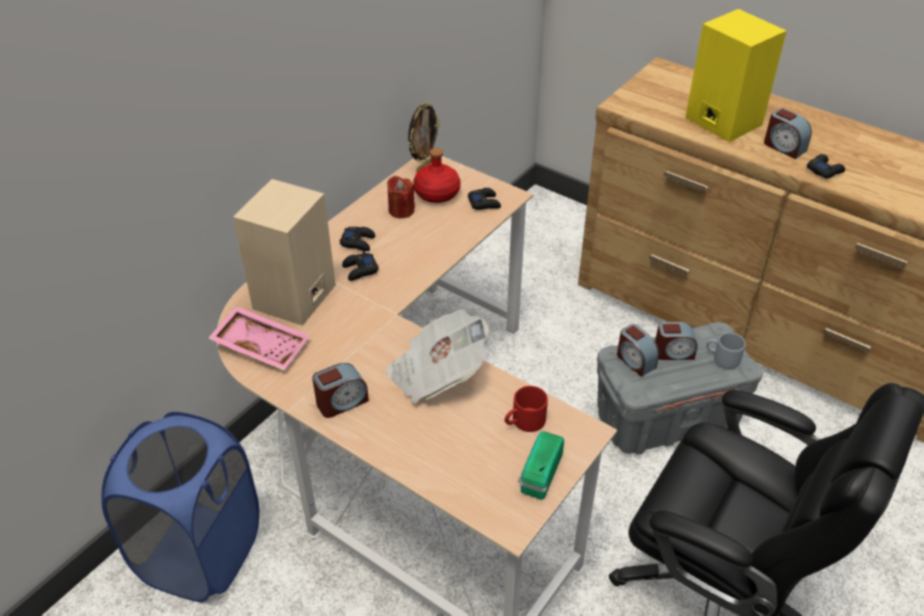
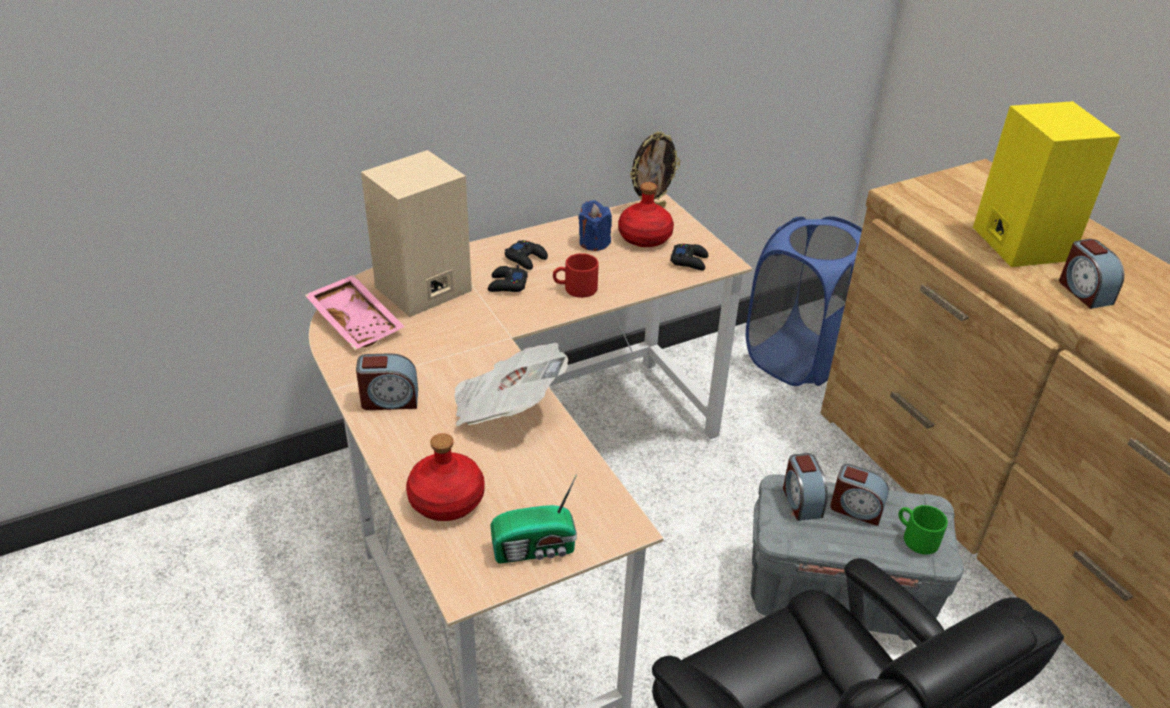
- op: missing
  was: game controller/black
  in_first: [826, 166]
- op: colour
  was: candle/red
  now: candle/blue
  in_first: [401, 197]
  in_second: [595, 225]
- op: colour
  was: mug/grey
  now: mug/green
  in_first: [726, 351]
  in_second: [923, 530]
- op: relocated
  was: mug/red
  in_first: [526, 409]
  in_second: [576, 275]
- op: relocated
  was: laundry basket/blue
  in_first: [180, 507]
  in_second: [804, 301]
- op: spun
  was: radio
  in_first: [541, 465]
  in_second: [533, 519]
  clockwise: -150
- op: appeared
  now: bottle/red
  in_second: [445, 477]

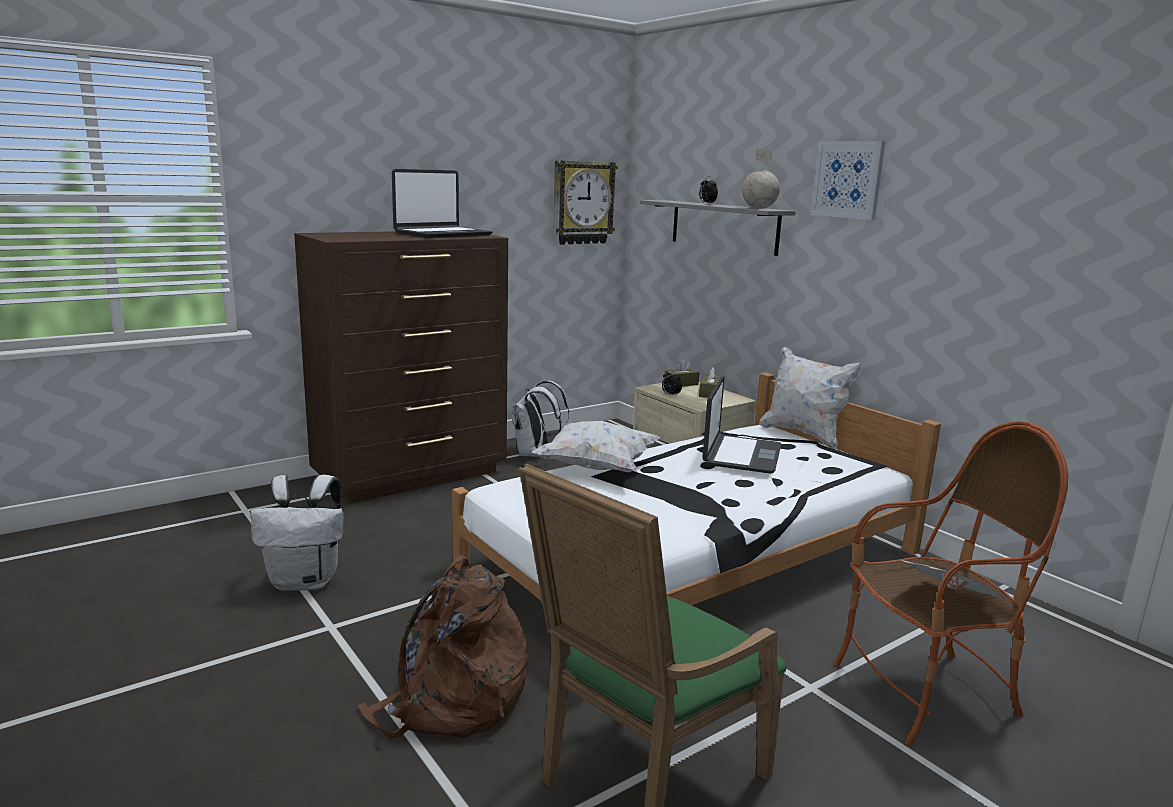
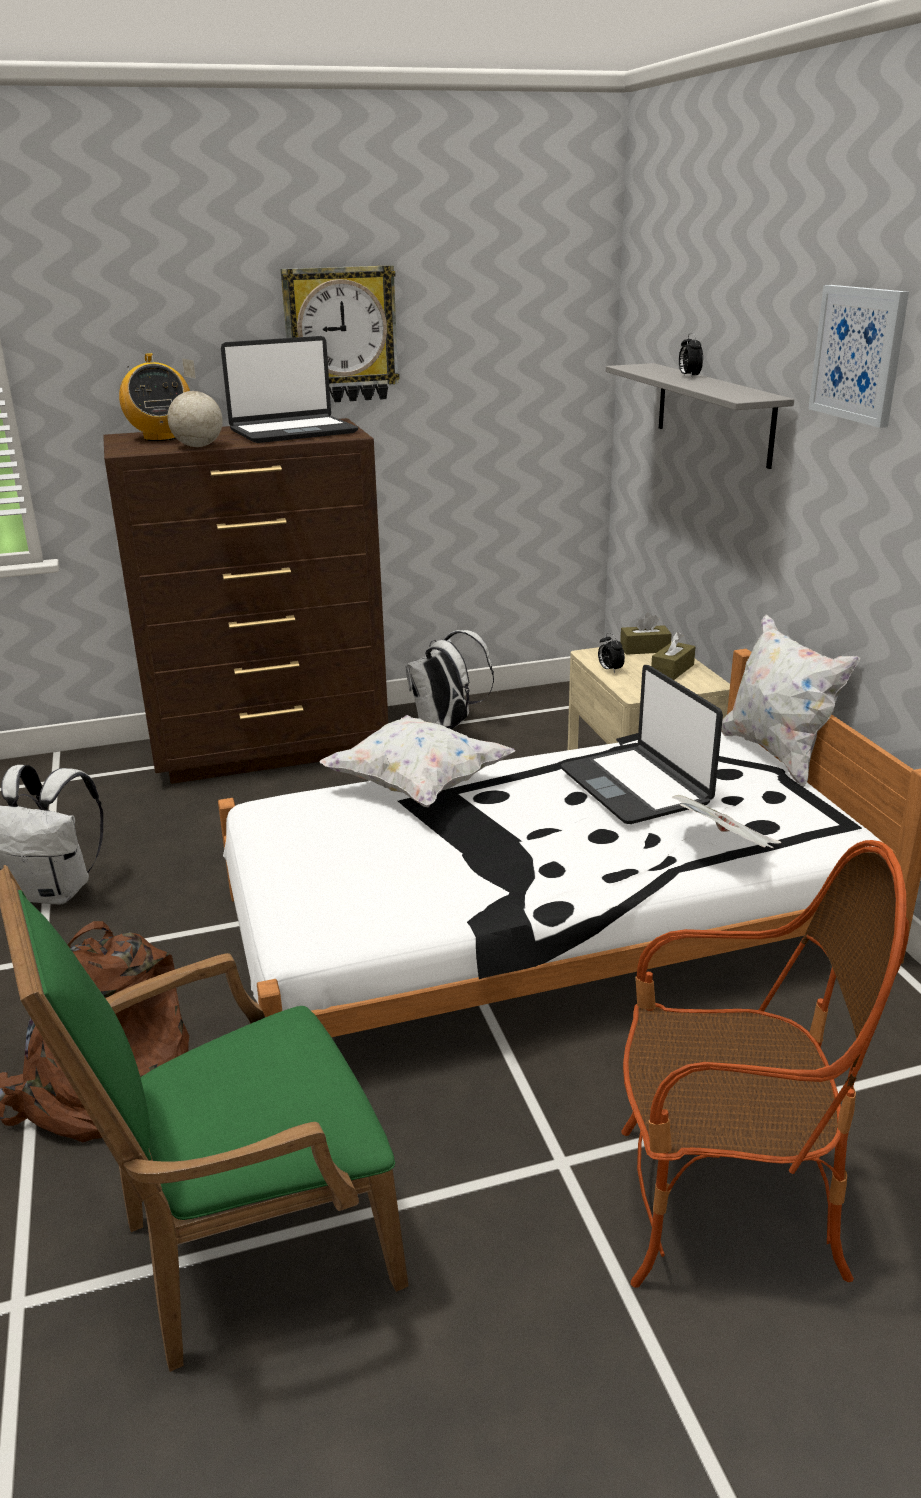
- op: relocated
  was: globe
  in_first: [761, 178]
  in_second: [195, 402]
- op: relocated
  was: wall clock
  in_first: [585, 202]
  in_second: [340, 333]
- op: spun
  was: laptop
  in_first: [741, 425]
  in_second: [642, 744]
  clockwise: 120
- op: relocated
  was: newspaper
  in_first: [953, 579]
  in_second: [726, 821]
- op: appeared
  now: radio
  in_second: [154, 397]

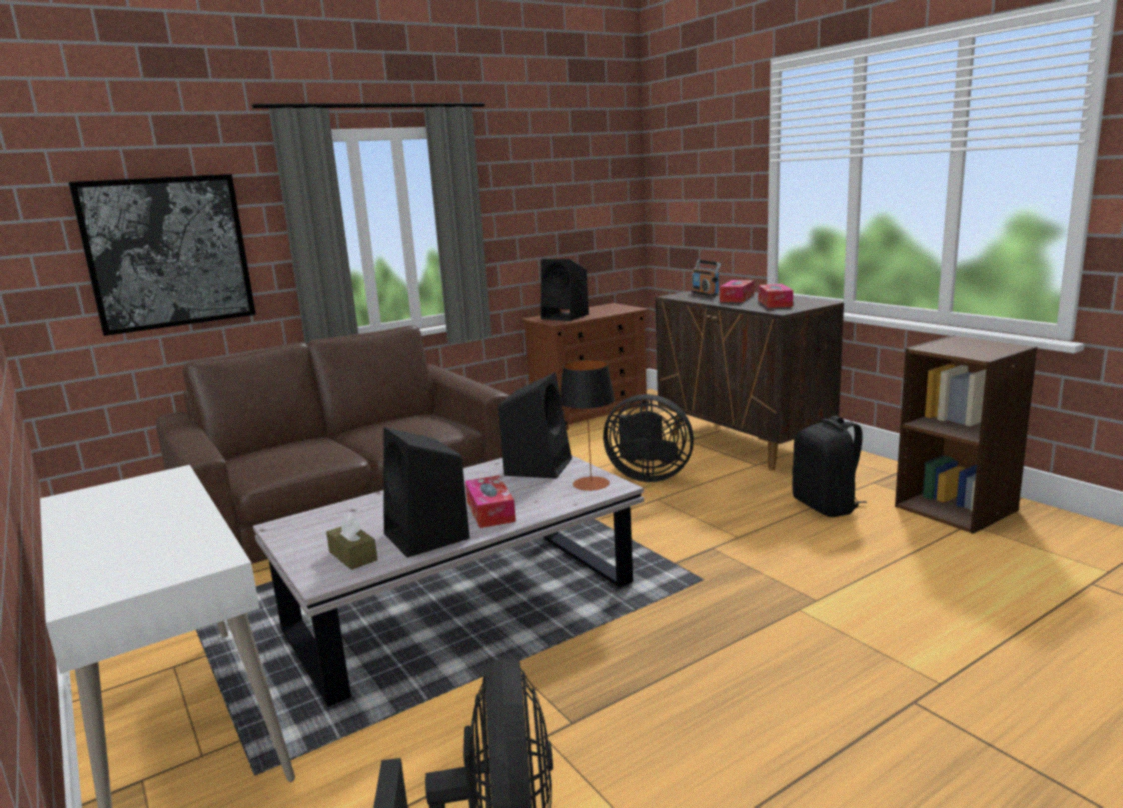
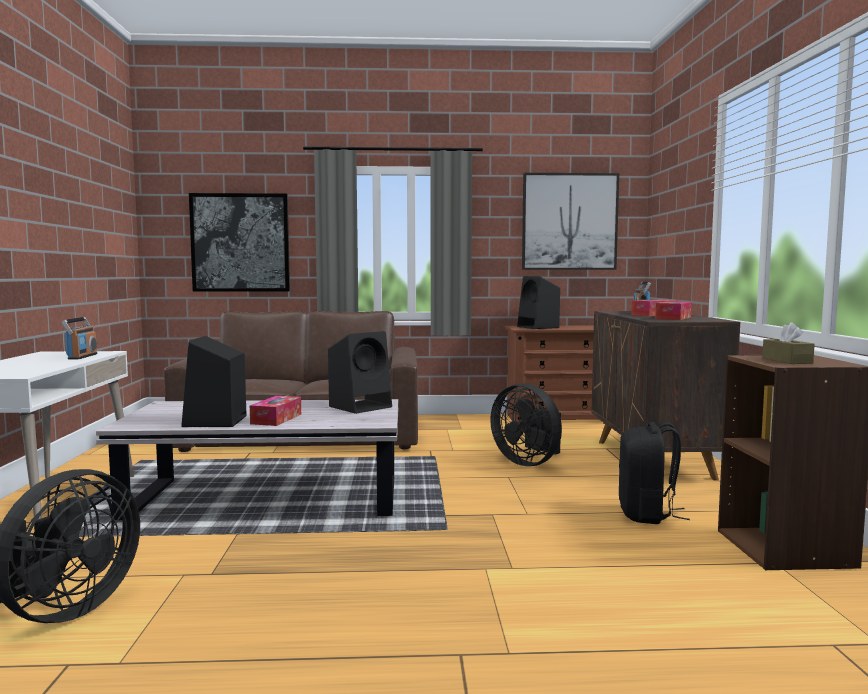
- op: missing
  was: table lamp
  in_first: [587, 425]
- op: relocated
  was: tissue box/brown
  in_first: [352, 541]
  in_second: [788, 343]
- op: appeared
  now: picture
  in_second: [570, 221]
- op: appeared
  now: radio
  in_second: [79, 338]

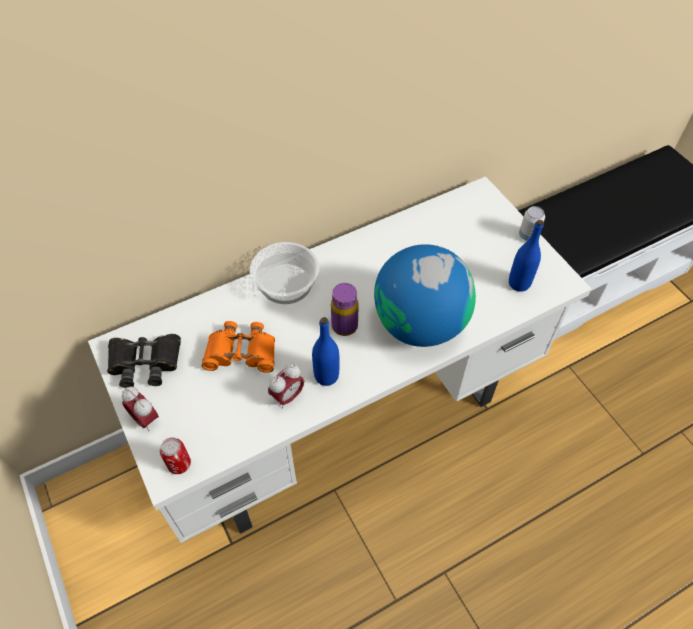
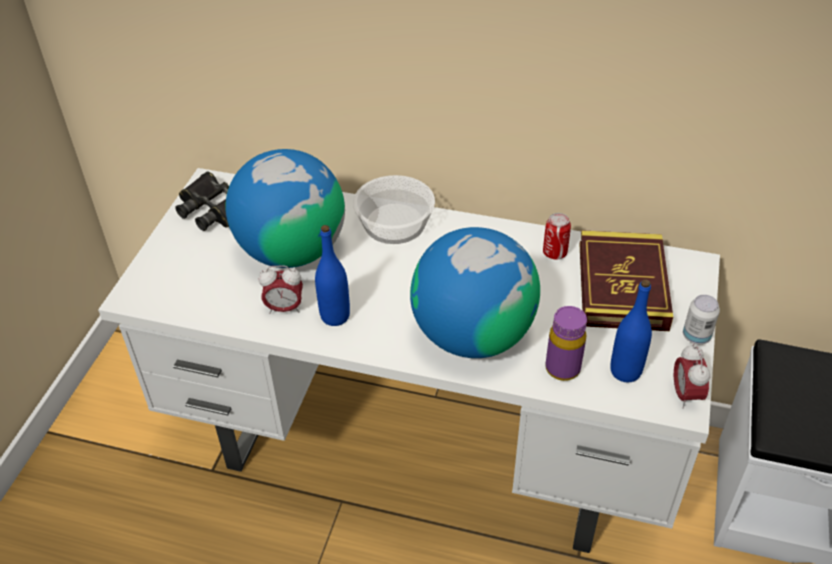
- op: relocated
  was: bottle/purple
  in_first: [345, 309]
  in_second: [566, 343]
- op: exchanged
  was: binoculars/orange
  now: globe
  in_first: [238, 347]
  in_second: [285, 208]
- op: relocated
  was: alarm clock
  in_first: [140, 409]
  in_second: [692, 376]
- op: relocated
  was: can
  in_first: [175, 455]
  in_second: [557, 236]
- op: appeared
  now: book
  in_second: [626, 280]

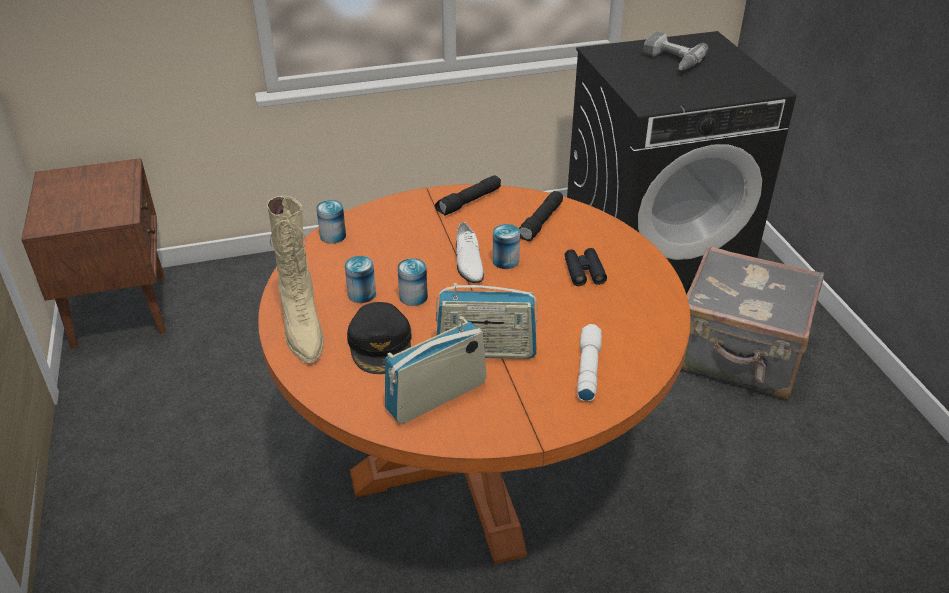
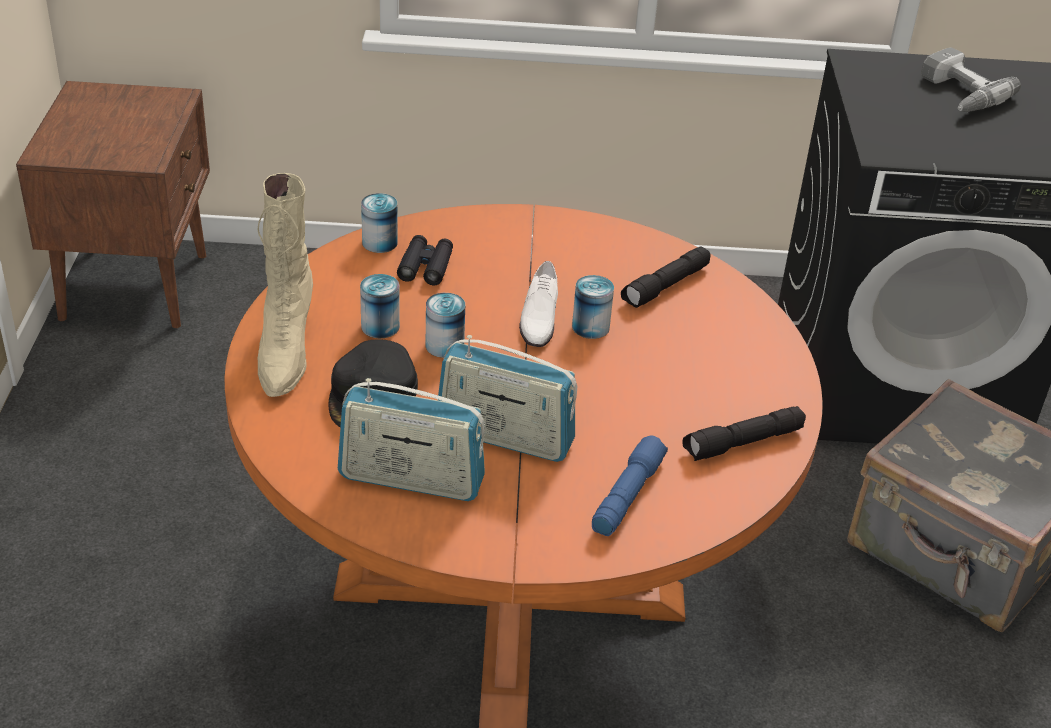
- op: relocated
  was: flashlight/black
  in_first: [468, 195]
  in_second: [744, 433]
- op: relocated
  was: binoculars/black
  in_first: [586, 267]
  in_second: [425, 260]
- op: spun
  was: radio
  in_first: [436, 370]
  in_second: [411, 439]
  clockwise: -150
- op: colour
  was: flashlight/white
  now: flashlight/blue
  in_first: [589, 362]
  in_second: [630, 485]

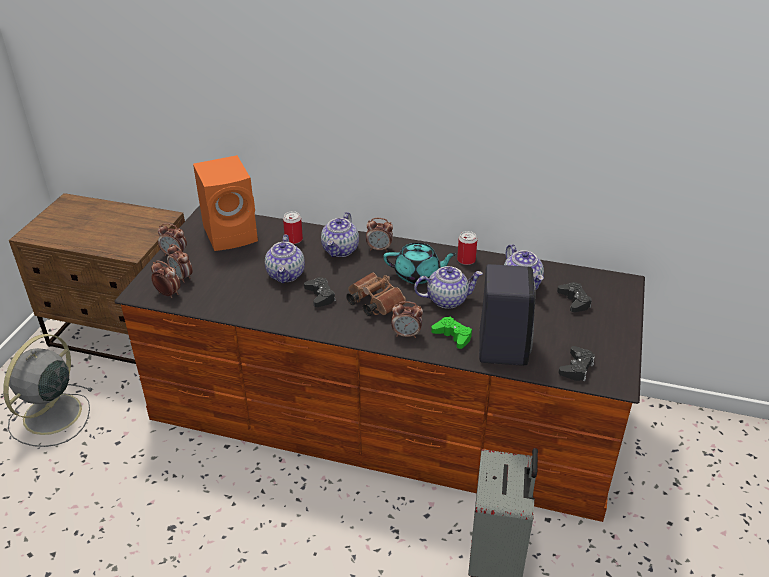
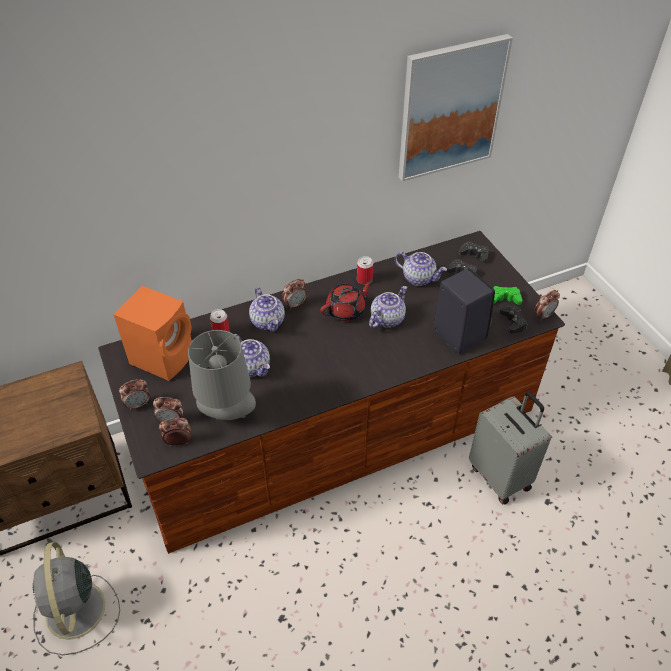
- op: colour
  was: teapot/turquoise
  now: teapot/red
  in_first: [420, 263]
  in_second: [346, 300]
- op: missing
  was: binoculars/brown
  in_first: [376, 294]
- op: relocated
  was: game controller/black
  in_first: [320, 292]
  in_second: [473, 252]
- op: relocated
  was: alarm clock
  in_first: [407, 319]
  in_second: [547, 305]
- op: relocated
  was: game controller/green
  in_first: [451, 333]
  in_second: [508, 295]
- op: appeared
  now: picture
  in_second: [456, 108]
- op: appeared
  now: table lamp/grey
  in_second: [222, 375]

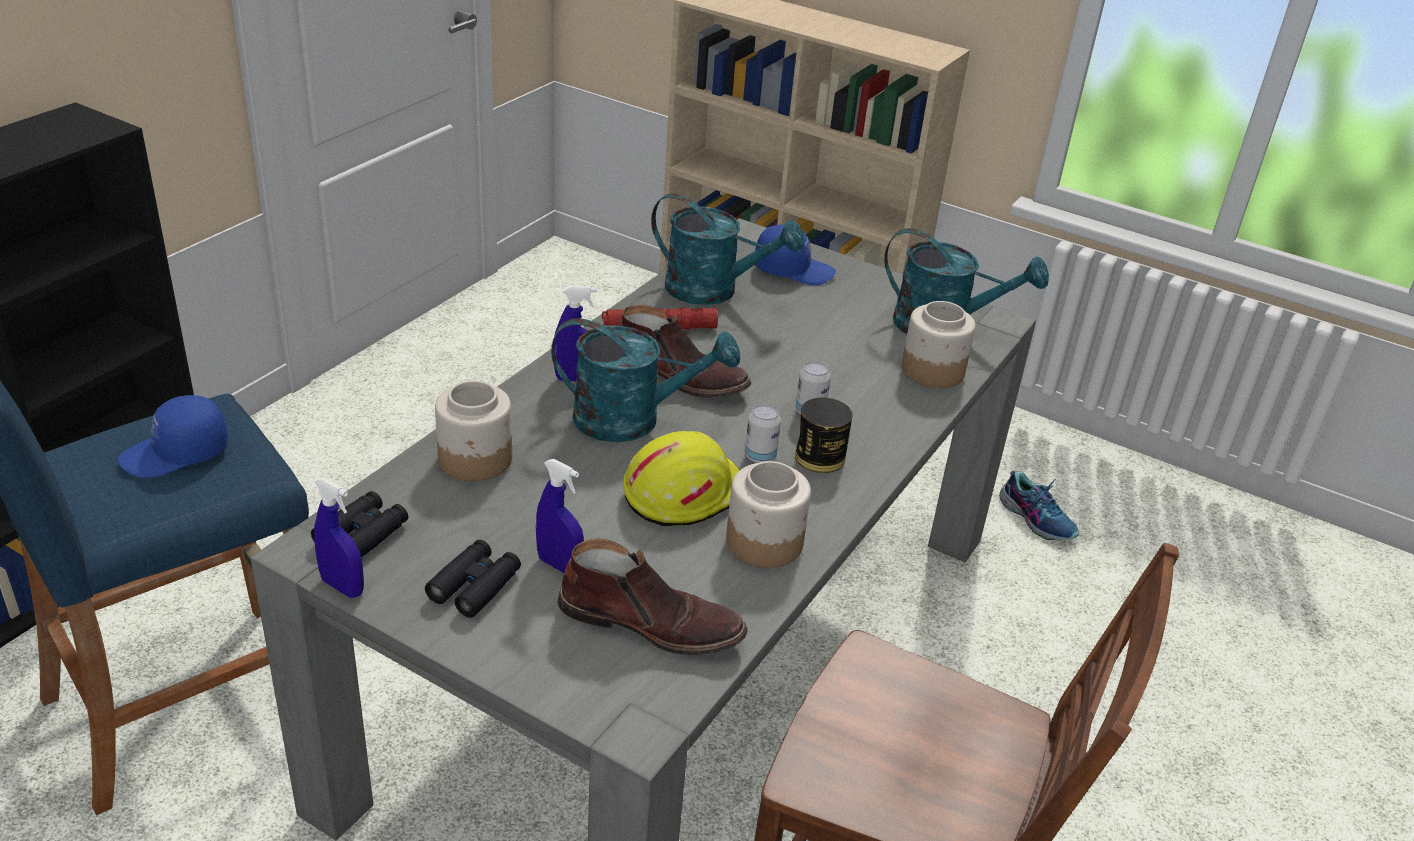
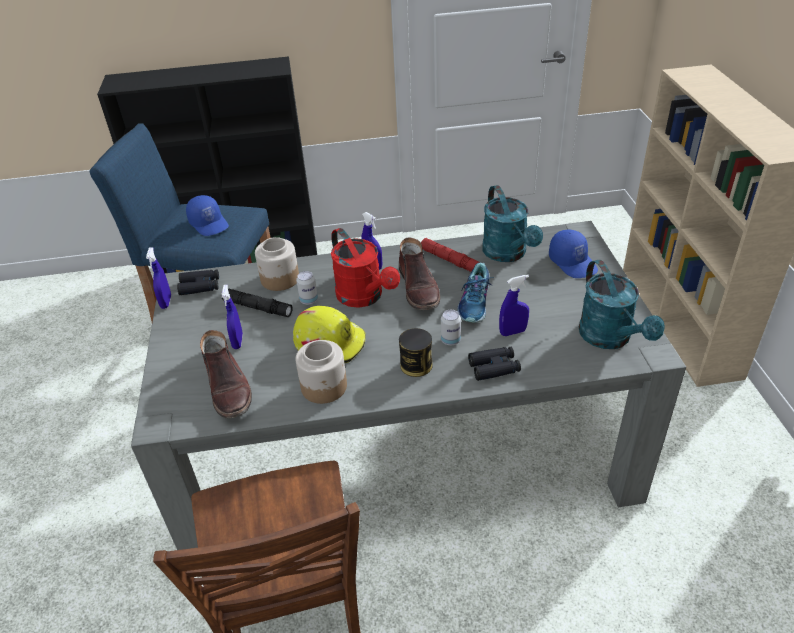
- op: missing
  was: jar
  in_first: [938, 344]
- op: colour
  was: watering can/turquoise
  now: watering can/red
  in_first: [645, 380]
  in_second: [365, 268]
- op: spun
  was: cap/blue
  in_first: [173, 436]
  in_second: [207, 215]
  clockwise: -150
- op: relocated
  was: can
  in_first: [763, 433]
  in_second: [307, 288]
- op: relocated
  was: shoe
  in_first: [1039, 506]
  in_second: [475, 293]
- op: relocated
  was: binoculars/black
  in_first: [473, 579]
  in_second: [494, 364]
- op: appeared
  now: spray bottle/blue
  in_second: [514, 305]
- op: appeared
  now: flashlight/black
  in_second: [257, 303]

